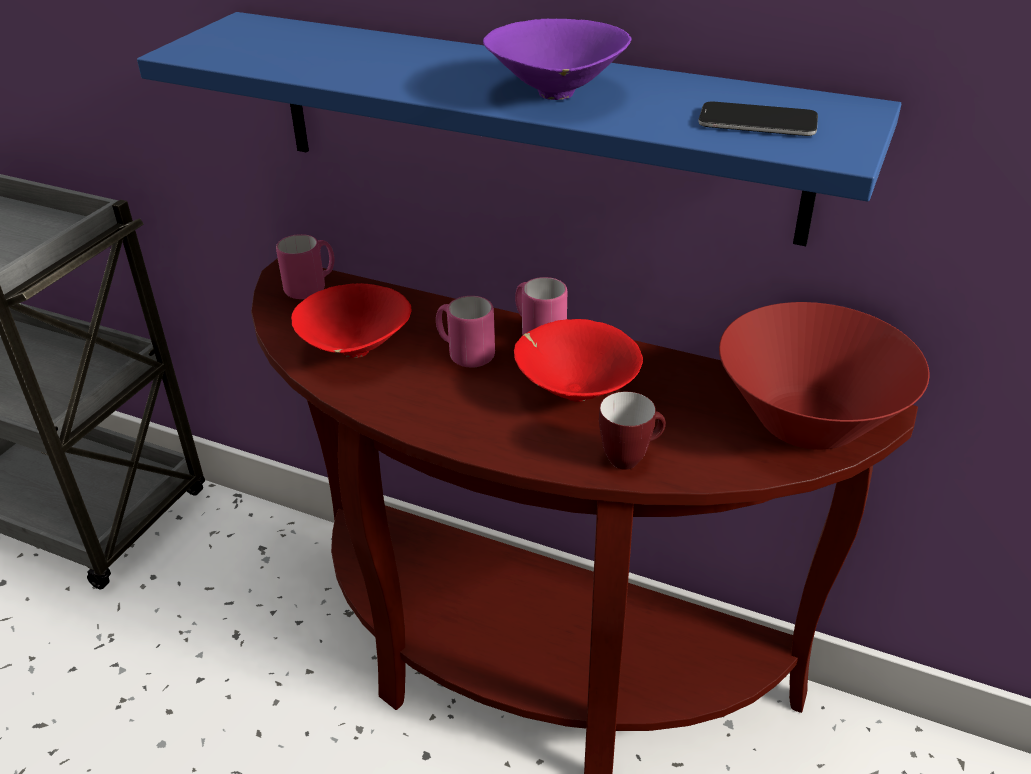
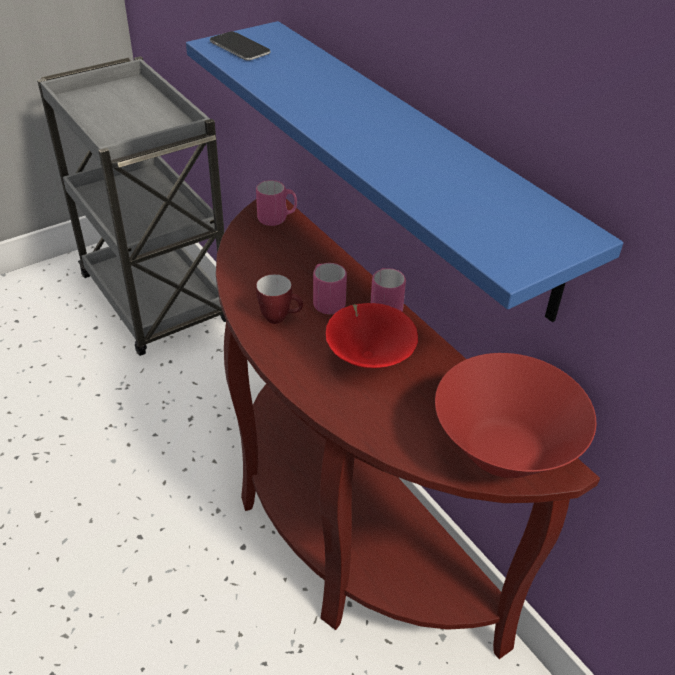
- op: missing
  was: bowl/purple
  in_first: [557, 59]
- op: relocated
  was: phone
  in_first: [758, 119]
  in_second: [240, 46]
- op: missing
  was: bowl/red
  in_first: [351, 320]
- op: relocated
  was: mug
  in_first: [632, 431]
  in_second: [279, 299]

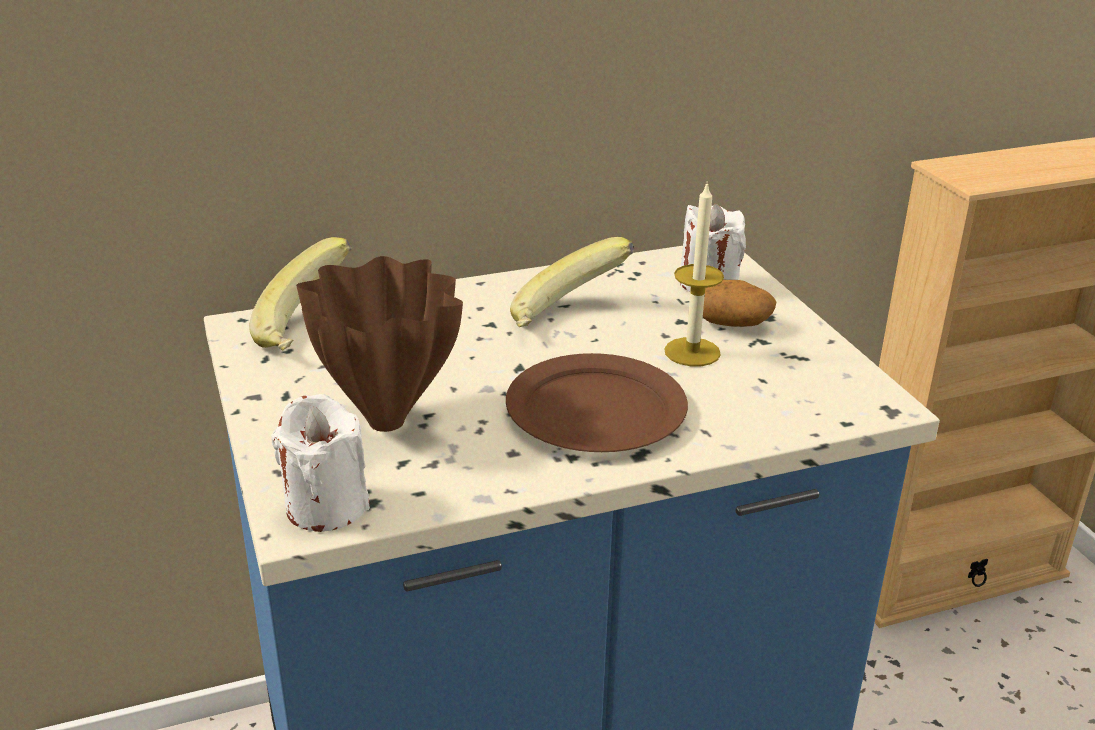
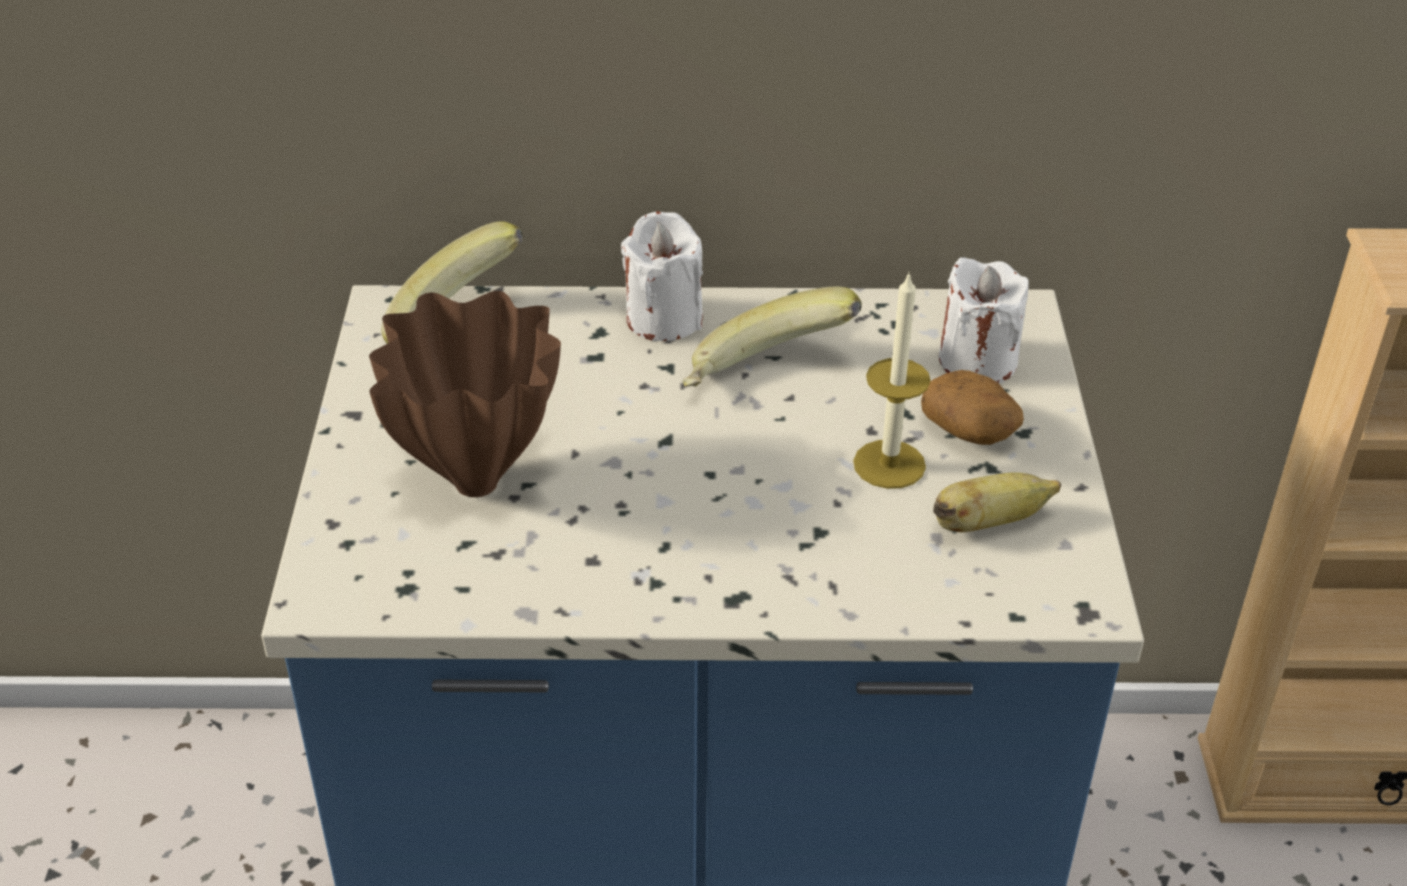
- op: missing
  was: plate/brown
  in_first: [597, 402]
- op: relocated
  was: candle/white
  in_first: [320, 463]
  in_second: [662, 276]
- op: appeared
  now: banana
  in_second: [997, 502]

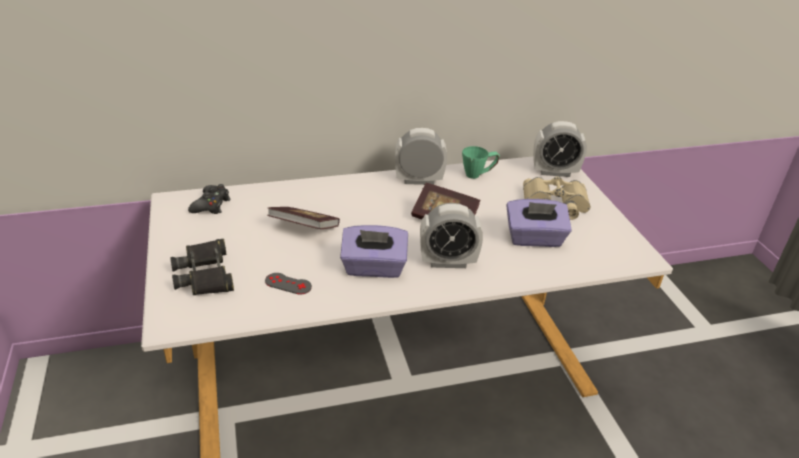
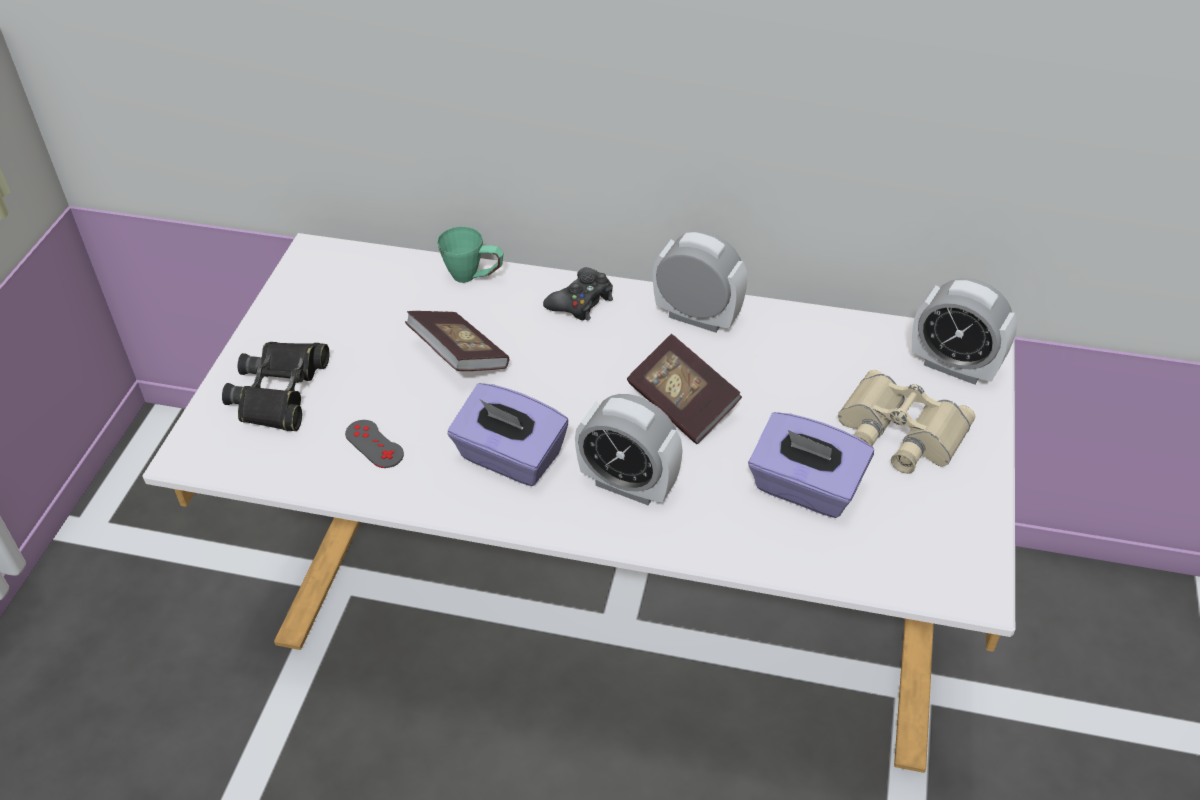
- op: relocated
  was: mug/green
  in_first: [481, 162]
  in_second: [470, 254]
- op: relocated
  was: game controller/black
  in_first: [209, 199]
  in_second: [578, 294]

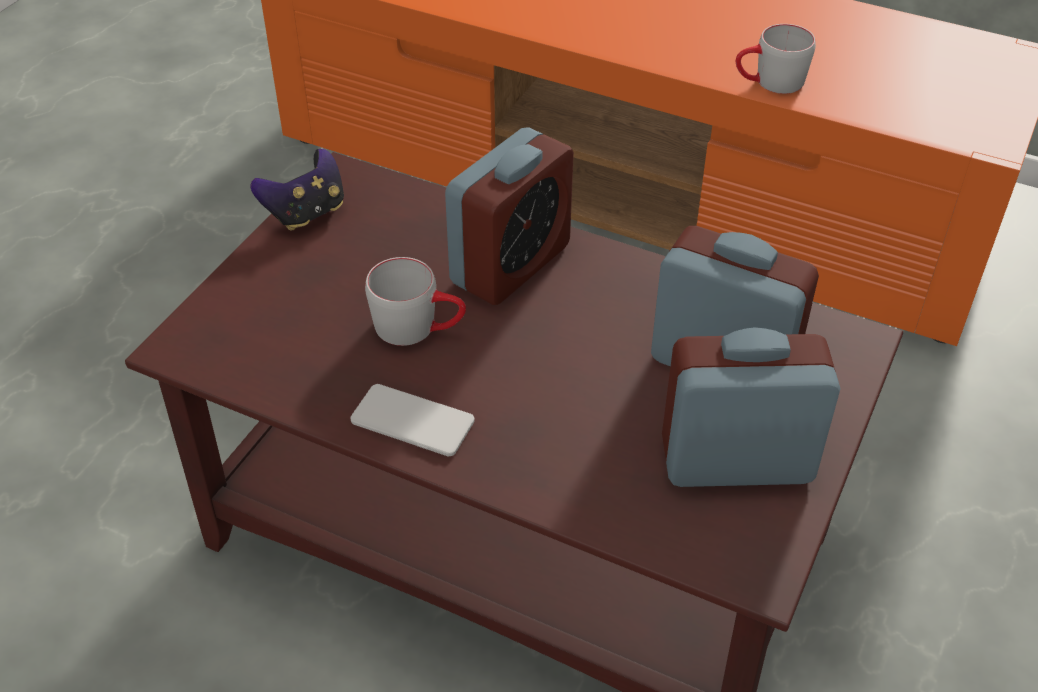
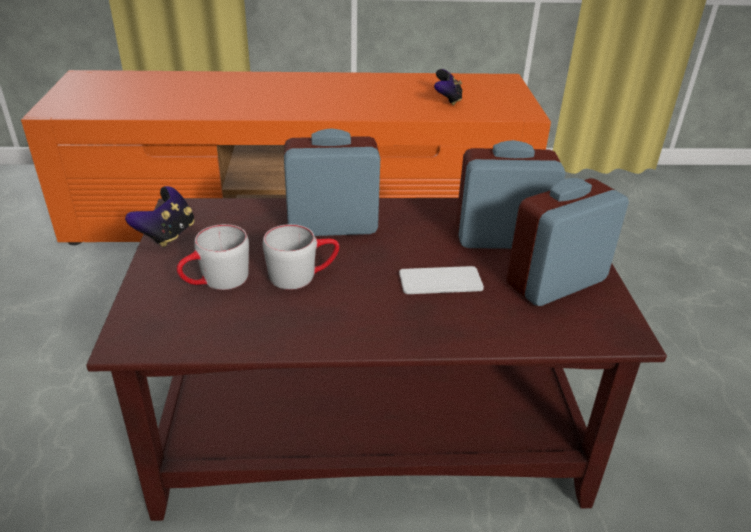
- op: relocated
  was: mug/grey
  in_first: [776, 59]
  in_second: [213, 257]
- op: spun
  was: alarm clock
  in_first: [509, 216]
  in_second: [332, 182]
  clockwise: -105
- op: relocated
  was: phone
  in_first: [412, 420]
  in_second: [441, 280]
- op: appeared
  now: game controller
  in_second: [448, 87]

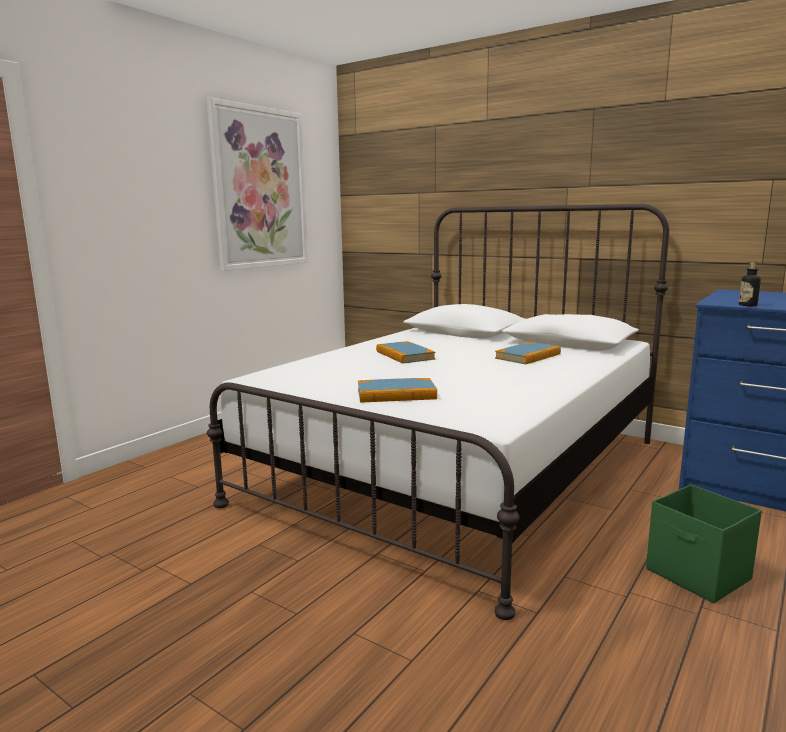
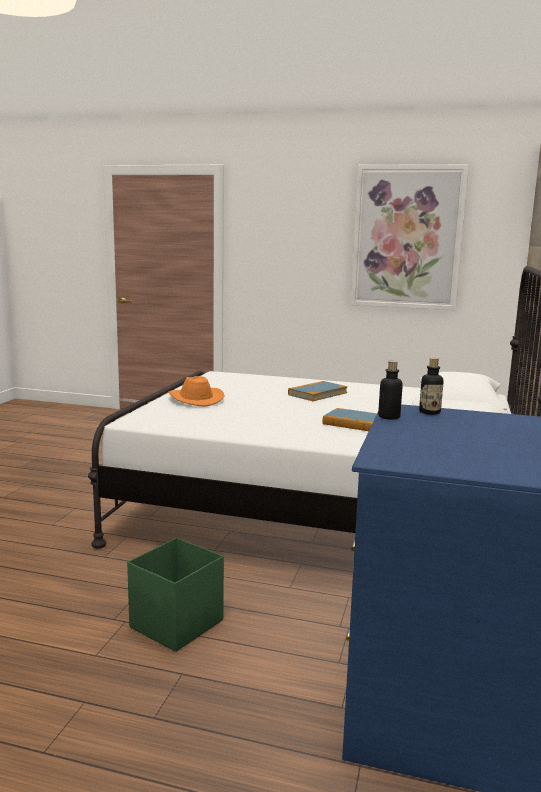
- op: exchanged
  was: book
  now: hat/orange
  in_first: [397, 390]
  in_second: [196, 391]
- op: appeared
  now: bottle
  in_second: [431, 386]

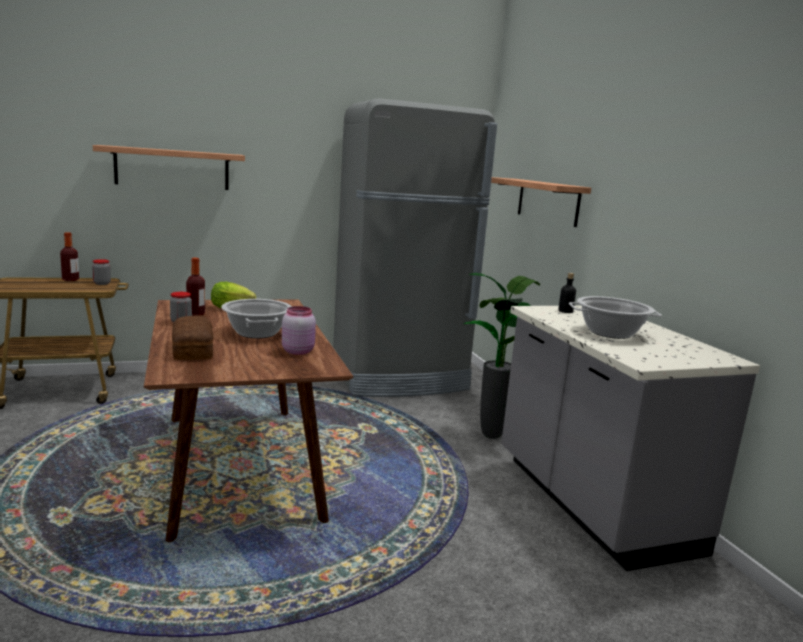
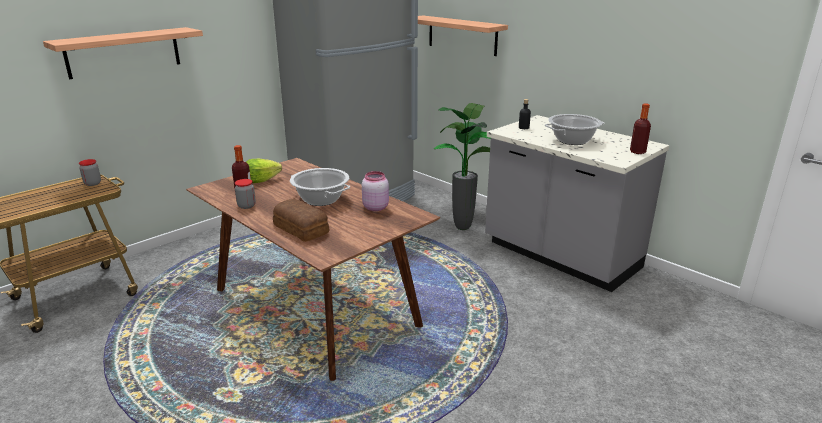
- op: relocated
  was: bottle
  in_first: [69, 256]
  in_second: [640, 128]

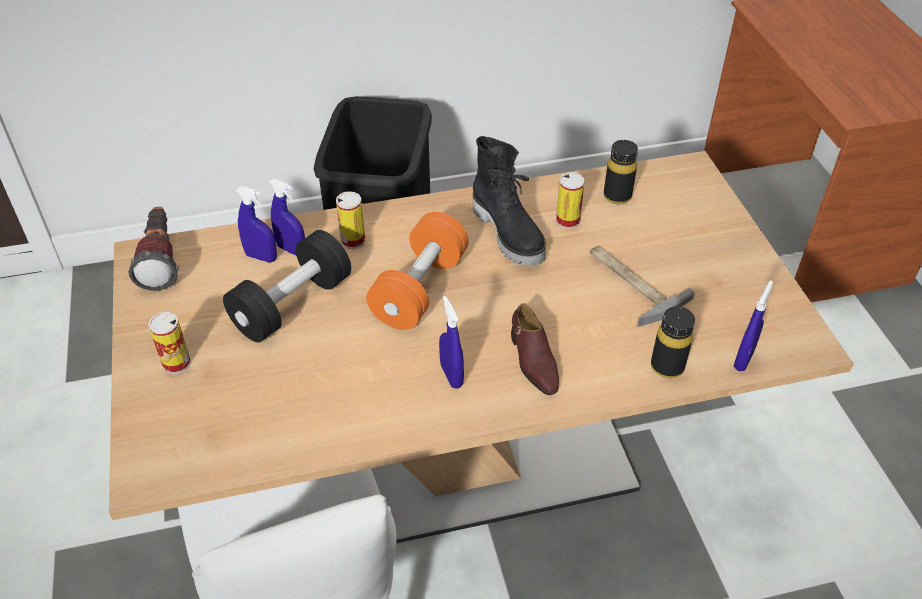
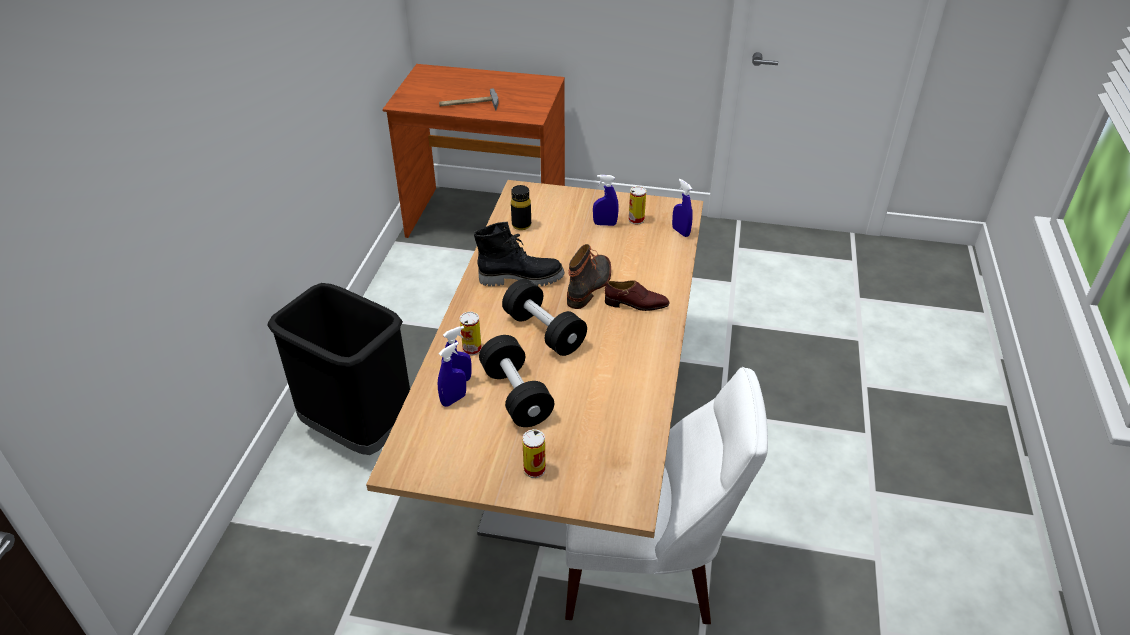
- op: relocated
  was: can
  in_first: [570, 200]
  in_second: [637, 205]
- op: missing
  was: flashlight
  in_first: [153, 248]
- op: colour
  was: dumbbell/orange
  now: dumbbell/black
  in_first: [417, 271]
  in_second: [544, 317]
- op: relocated
  was: hammer
  in_first: [642, 286]
  in_second: [469, 99]
- op: relocated
  was: spray bottle/blue
  in_first: [451, 342]
  in_second: [605, 200]
- op: missing
  was: bottle/black
  in_first: [673, 342]
- op: appeared
  now: boot
  in_second: [589, 276]

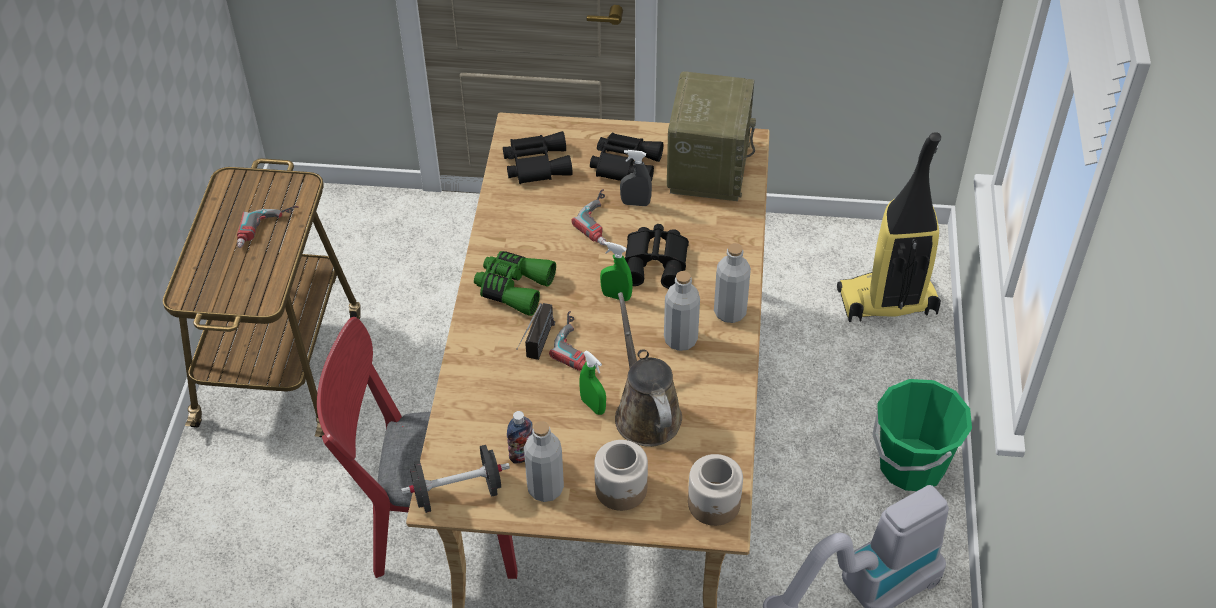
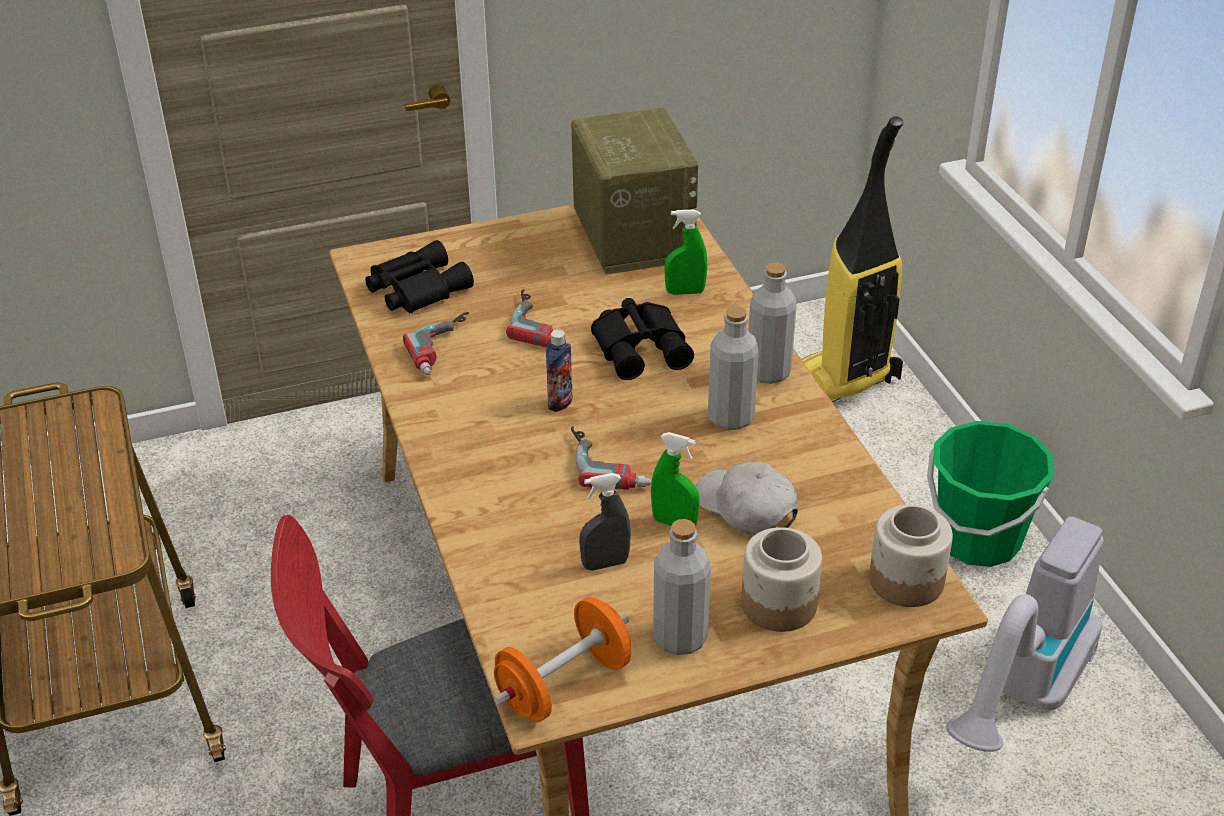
- op: missing
  was: binoculars/black
  in_first: [626, 157]
- op: relocated
  was: spray bottle/grey
  in_first: [636, 178]
  in_second: [605, 522]
- op: relocated
  was: power drill
  in_first: [268, 227]
  in_second: [436, 343]
- op: relocated
  was: spray bottle/green
  in_first: [616, 271]
  in_second: [685, 252]
- op: missing
  was: binoculars/green
  in_first: [515, 283]
- op: exchanged
  was: watering can/brown
  now: cap/white
  in_first: [648, 369]
  in_second: [747, 498]
- op: missing
  was: radio
  in_first: [535, 331]
- op: relocated
  was: bottle
  in_first: [520, 437]
  in_second: [559, 371]
- op: colour
  was: dumbbell/black
  now: dumbbell/orange
  in_first: [455, 479]
  in_second: [562, 659]

